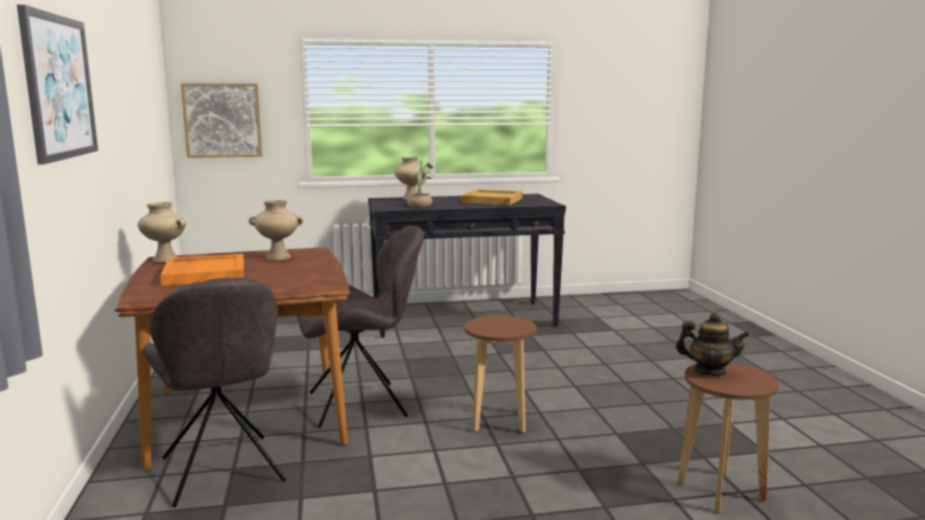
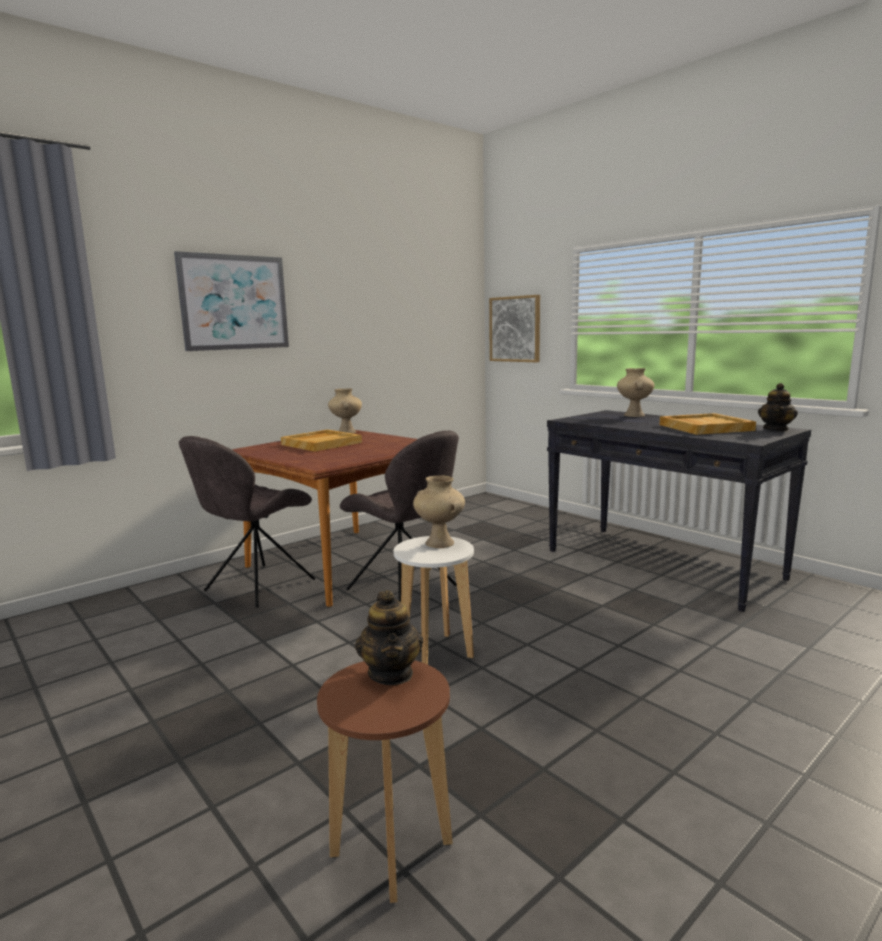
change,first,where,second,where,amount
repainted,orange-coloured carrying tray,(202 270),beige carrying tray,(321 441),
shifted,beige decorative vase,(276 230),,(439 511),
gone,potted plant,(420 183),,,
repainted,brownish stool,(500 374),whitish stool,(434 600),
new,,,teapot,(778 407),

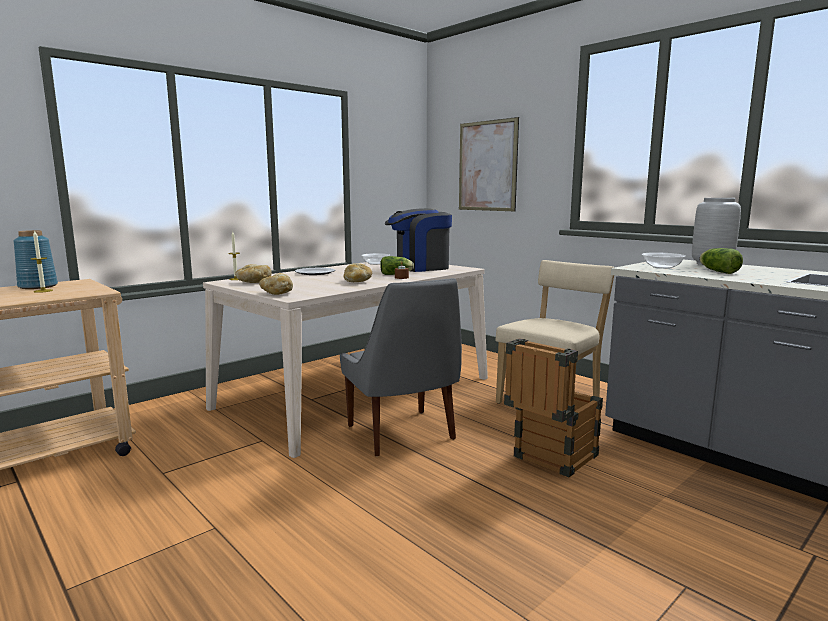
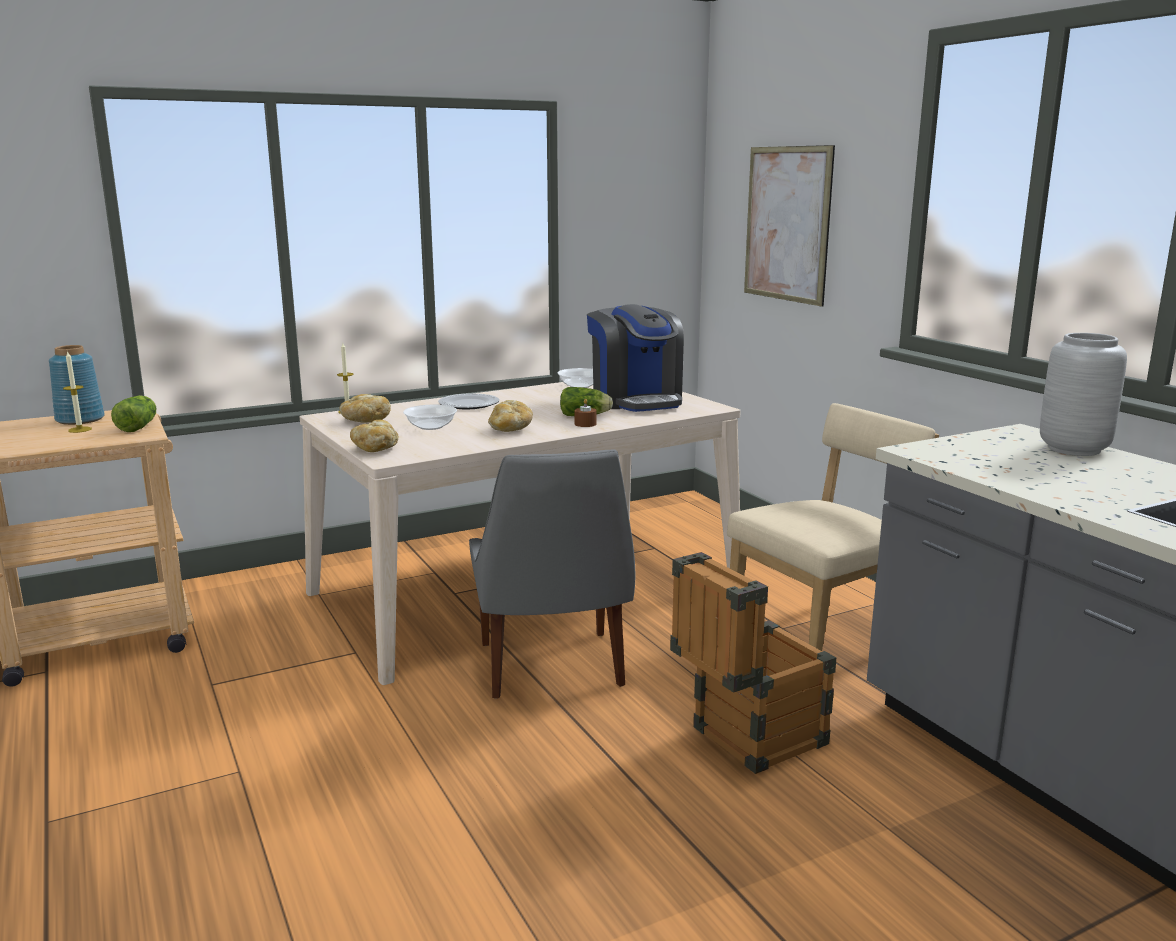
change,first,where,second,where,amount
rotated,coffee brewer,(418 240),,(635 358),105 degrees counterclockwise
shifted,serving bowl,(664 260),,(430 417),
shifted,head of lettuce,(721 261),,(133 413),

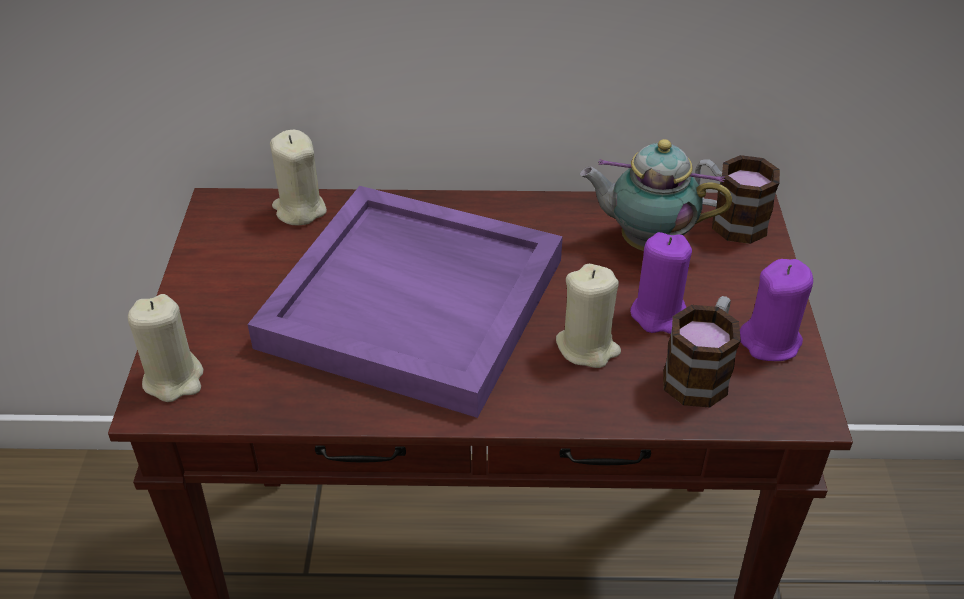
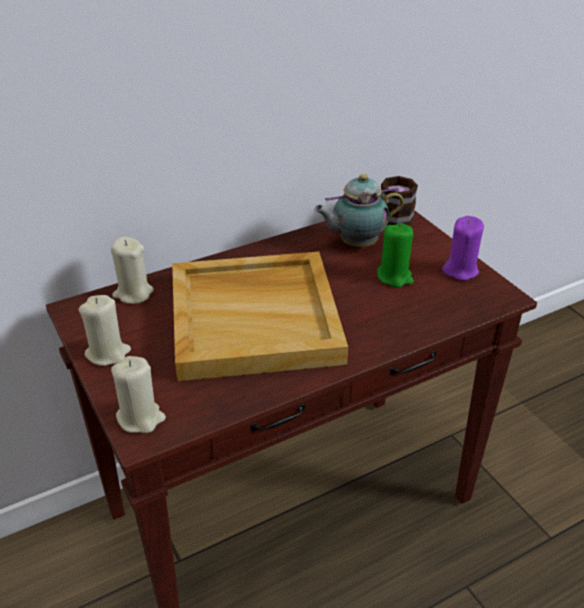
change,first,where,second,where,amount
repainted,purple-coloured carrying tray,(405 302),beige carrying tray,(260 316),
shifted,beige wax candle,(588 316),,(105 330),
repainted,purple-coloured wax candle,(661 283),green wax candle,(395 255),
gone,mug,(702 351),,,

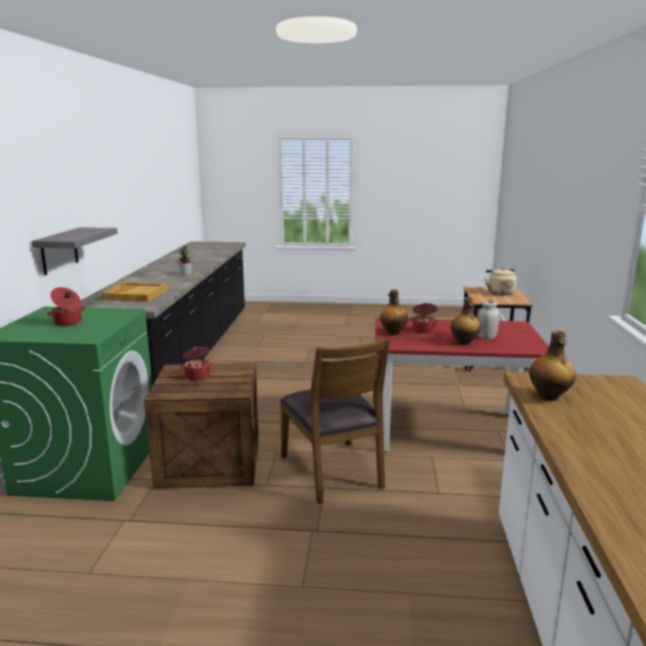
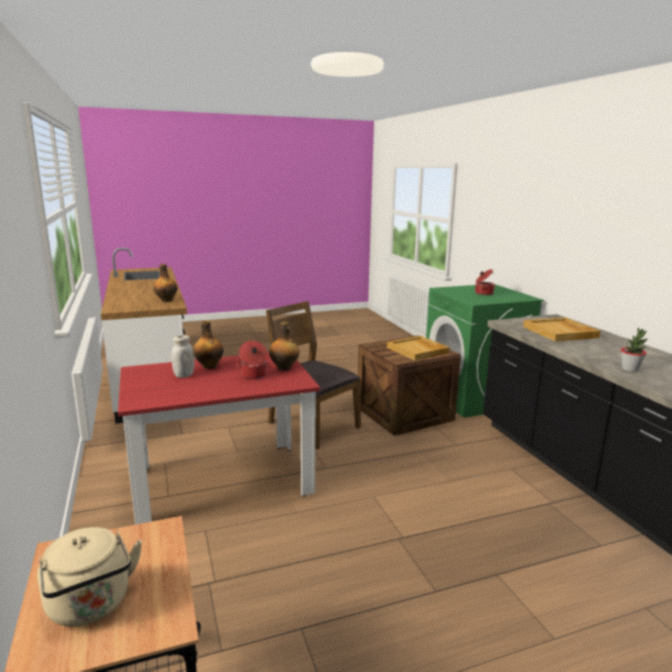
change,first,where,second,where,amount
gone,greyish shelf,(75 251),,,
swapped,cooking pot,(197 363),beige carrying tray,(418 348),

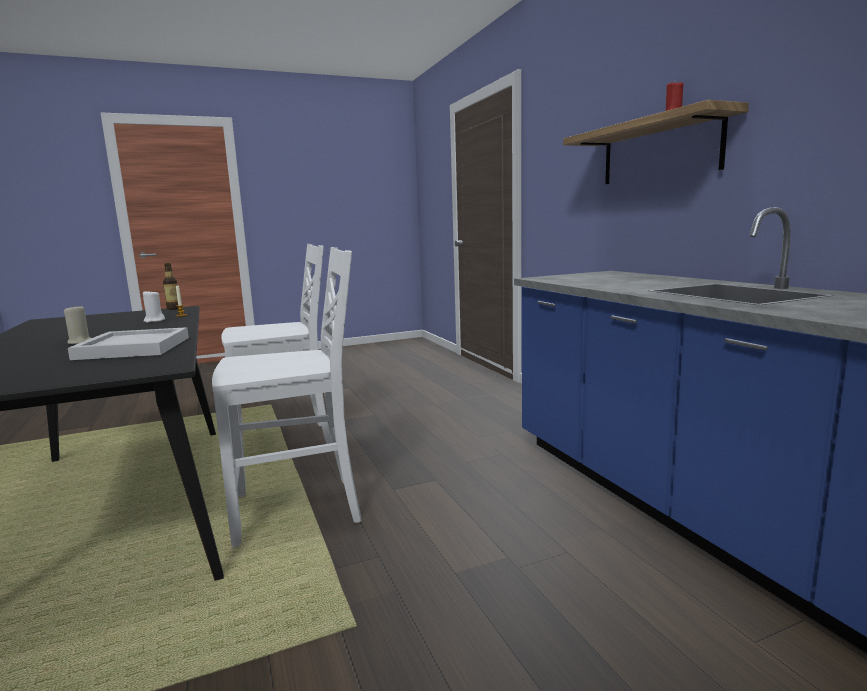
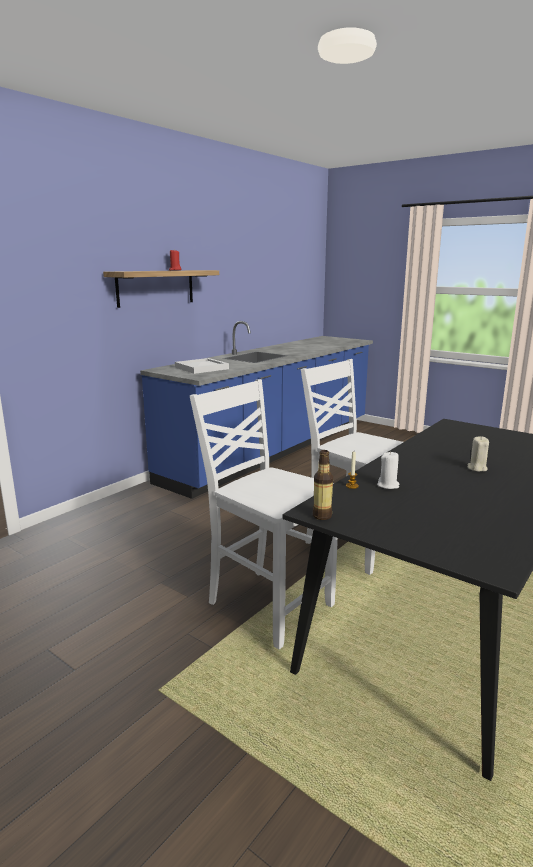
change,first,where,second,where,amount
shifted,whitish carrying tray,(128 343),,(202 366),

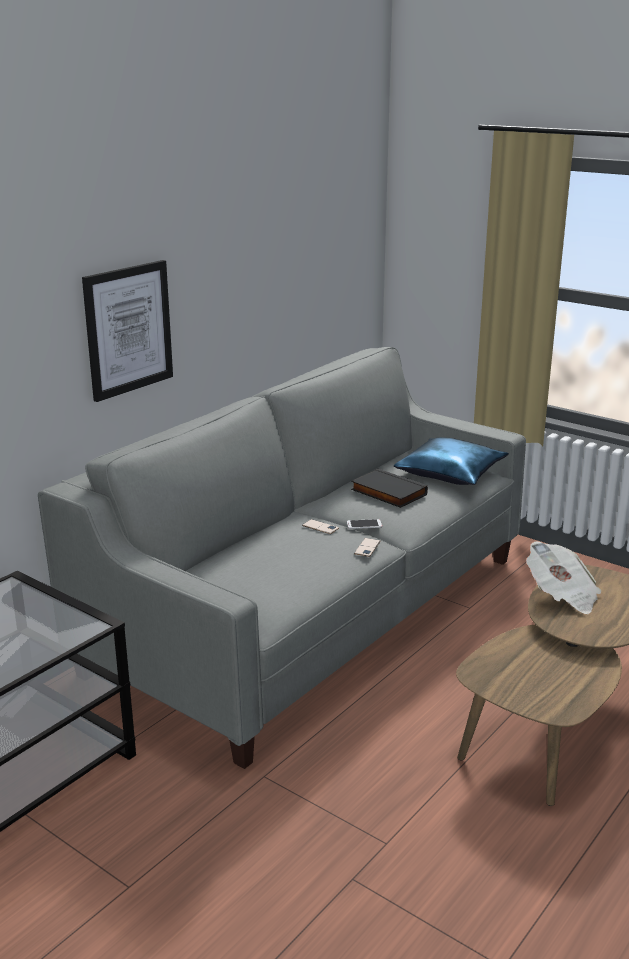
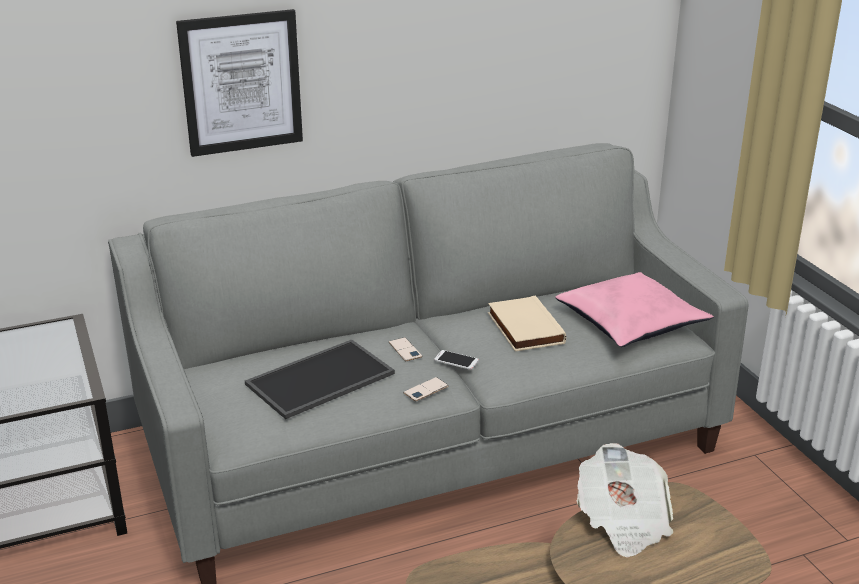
change,first,where,second,where,amount
repainted,black bound book,(389 488),beige bound book,(527 324),
repainted,blue-coloured throw pillow,(451 461),pink-coloured throw pillow,(634 309),
new,,,carrying tray,(320 379),

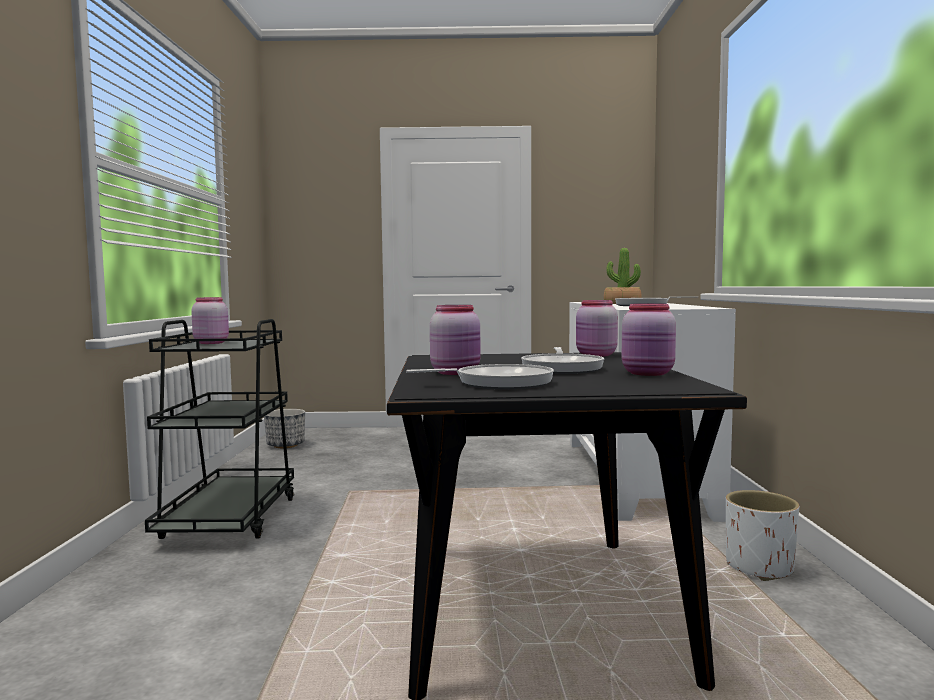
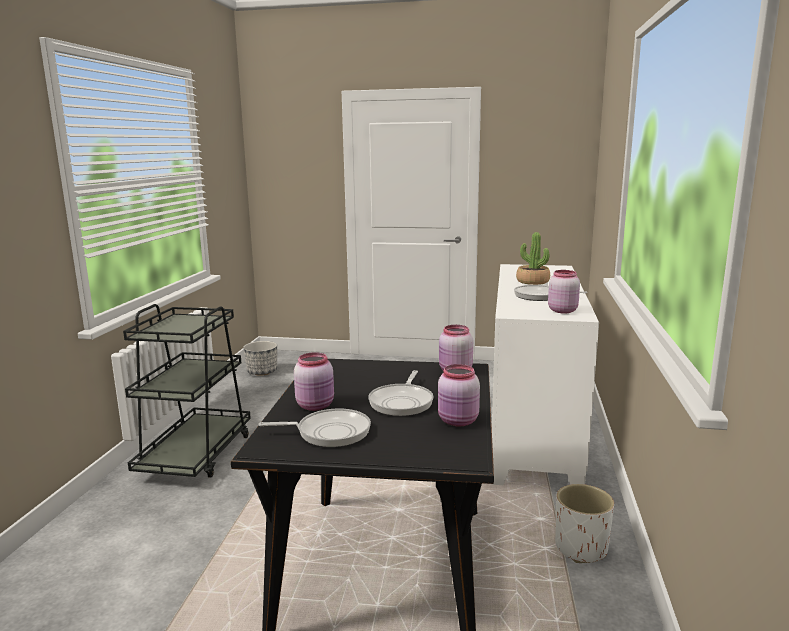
change,first,where,second,where,amount
shifted,pink-coloured preserve jar,(210 320),,(564 292),

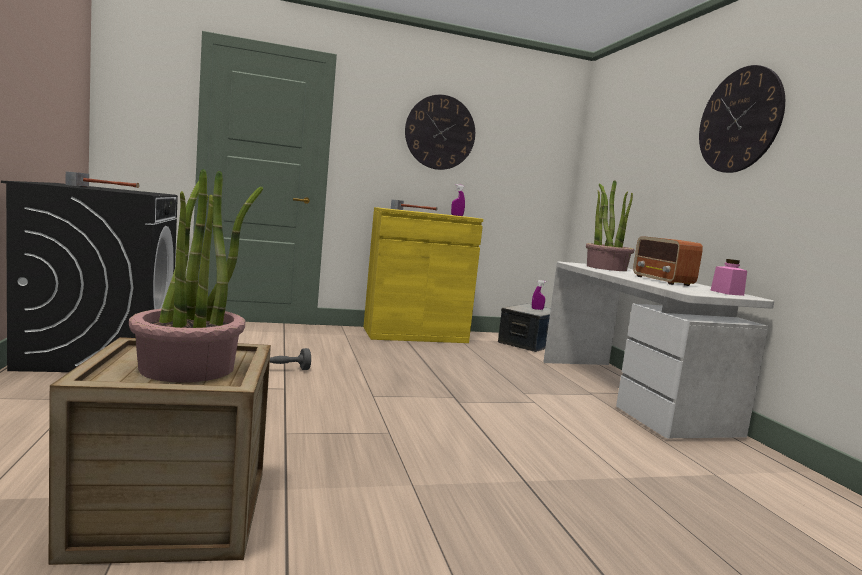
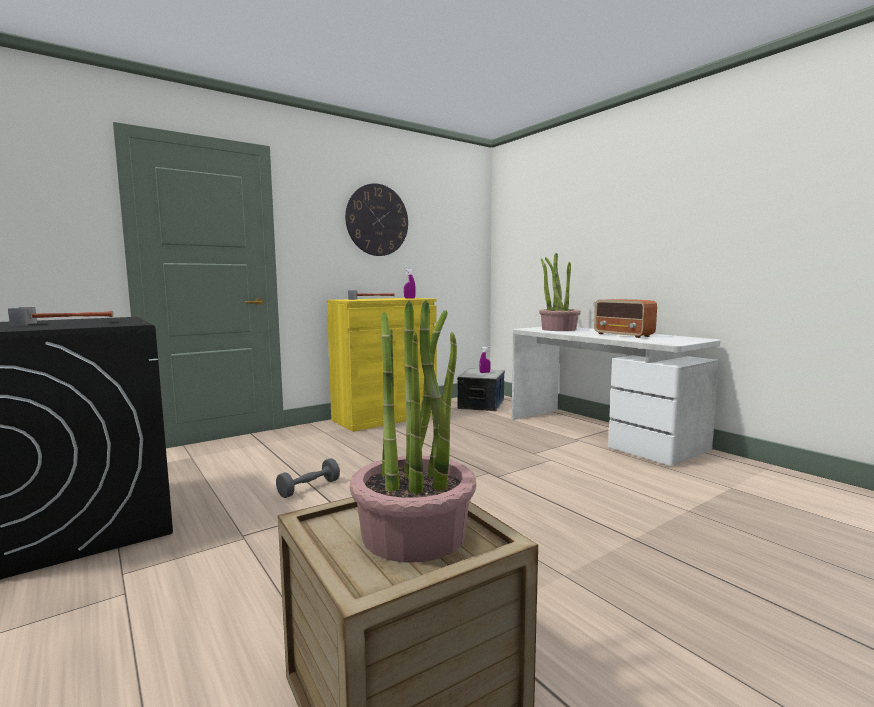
change,first,where,second,where,amount
gone,wall clock,(742 119),,,
gone,pink-coloured preserve jar,(728 277),,,

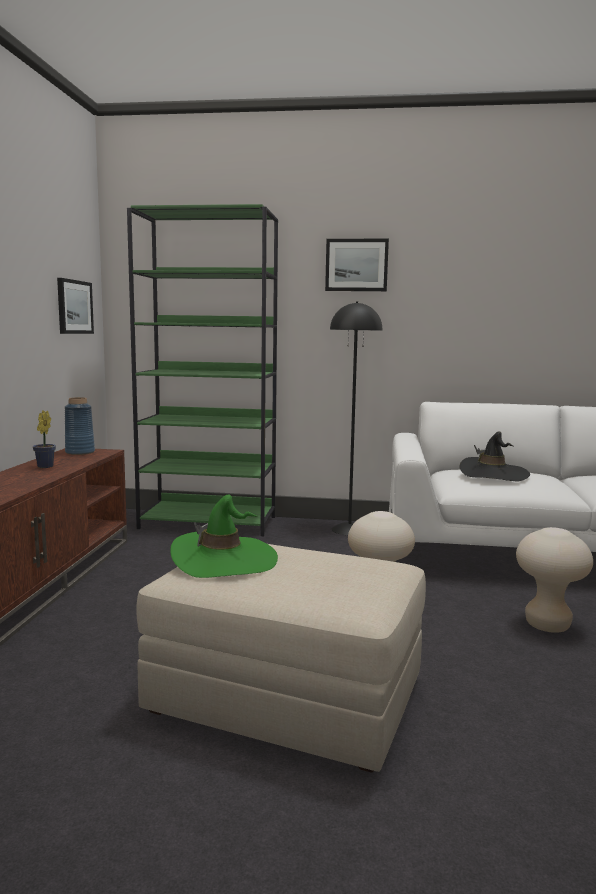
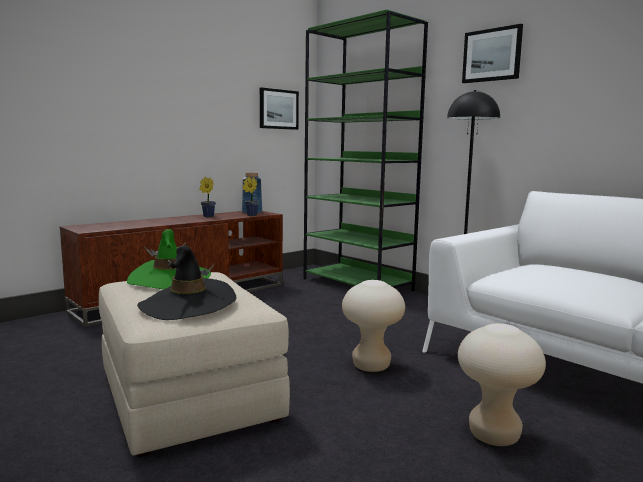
change,first,where,second,where,amount
shifted,black wearable hat,(494 456),,(186 282),
new,,,potted plant,(251 196),

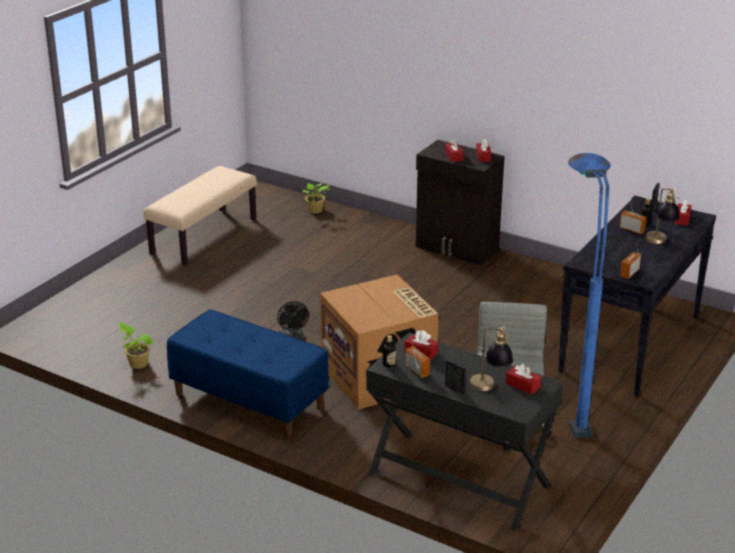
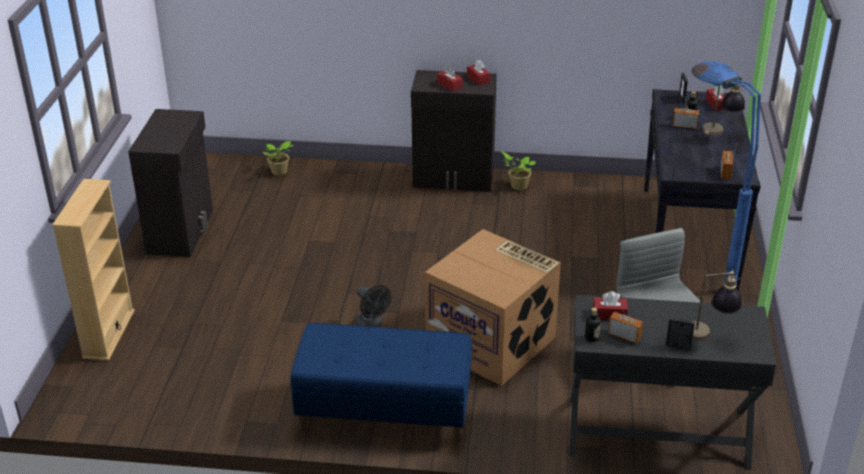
change,first,where,second,where,amount
shifted,potted plant,(136 345),,(518 170),
swapped,beige bench,(200 215),black storage cabinet,(170 183),
gone,reddish tissue holder,(523 379),,,
new,,,beige bookcase,(93 270),

